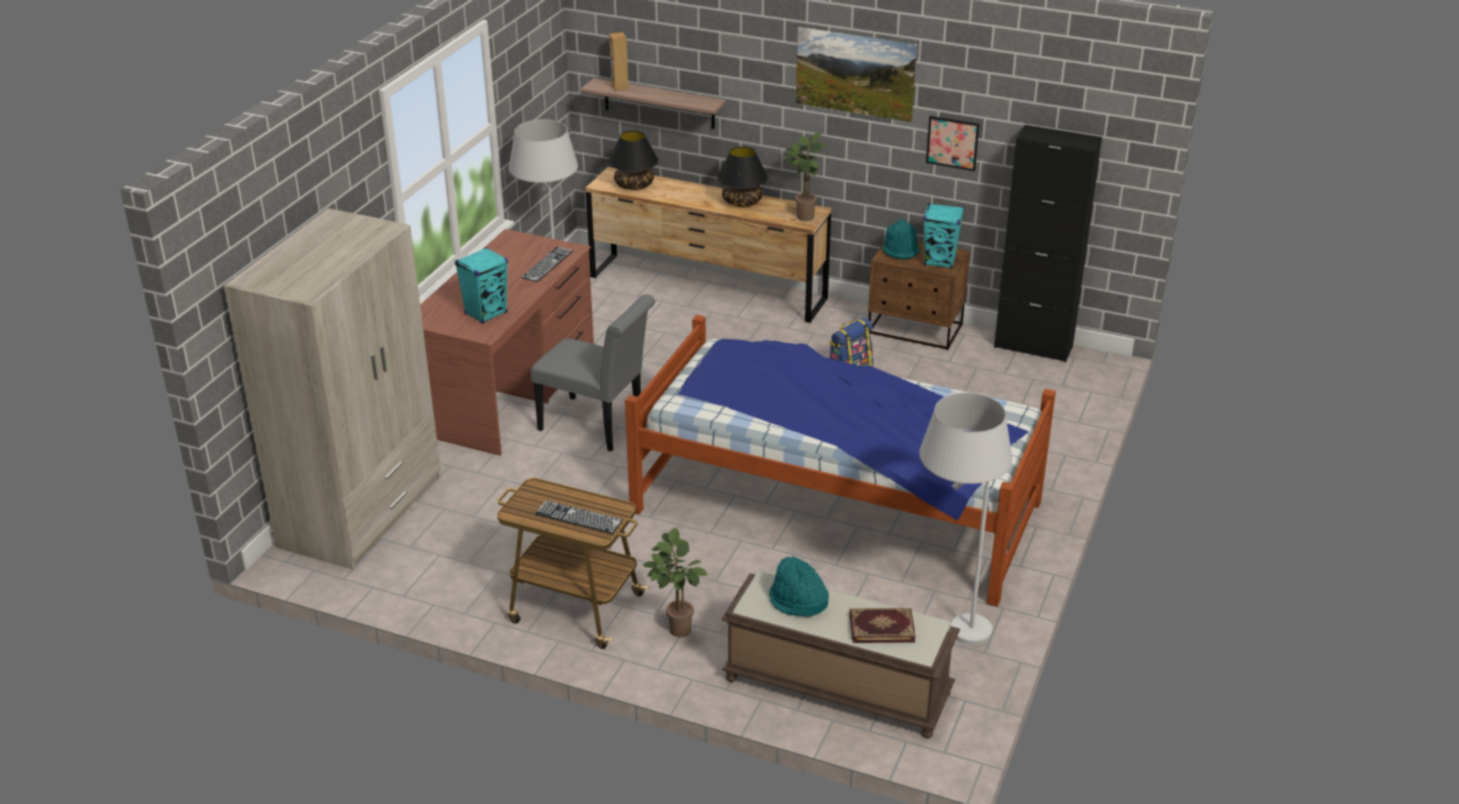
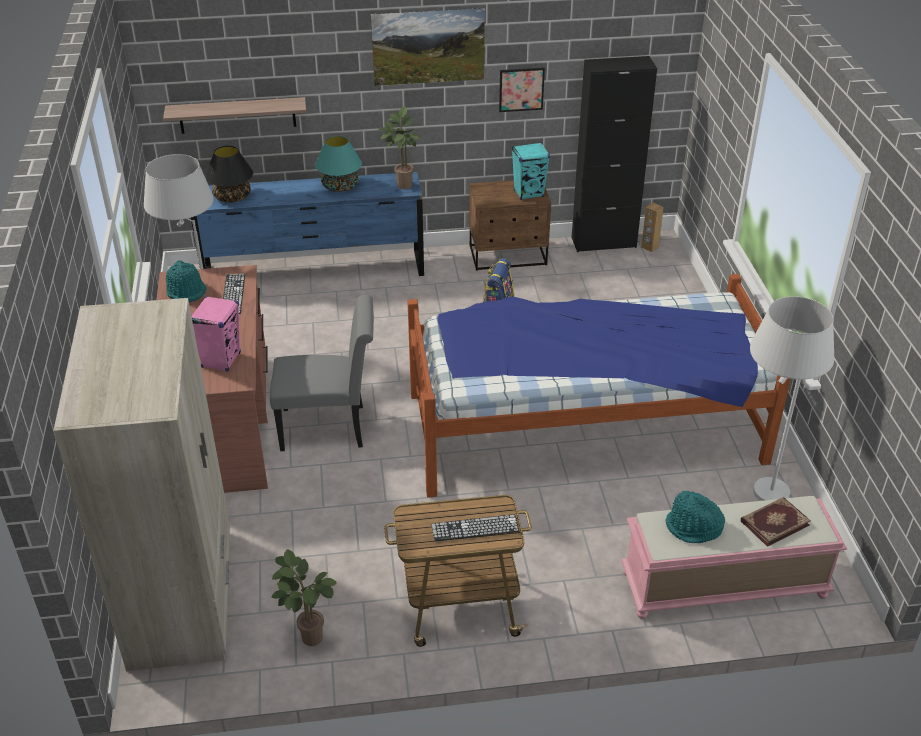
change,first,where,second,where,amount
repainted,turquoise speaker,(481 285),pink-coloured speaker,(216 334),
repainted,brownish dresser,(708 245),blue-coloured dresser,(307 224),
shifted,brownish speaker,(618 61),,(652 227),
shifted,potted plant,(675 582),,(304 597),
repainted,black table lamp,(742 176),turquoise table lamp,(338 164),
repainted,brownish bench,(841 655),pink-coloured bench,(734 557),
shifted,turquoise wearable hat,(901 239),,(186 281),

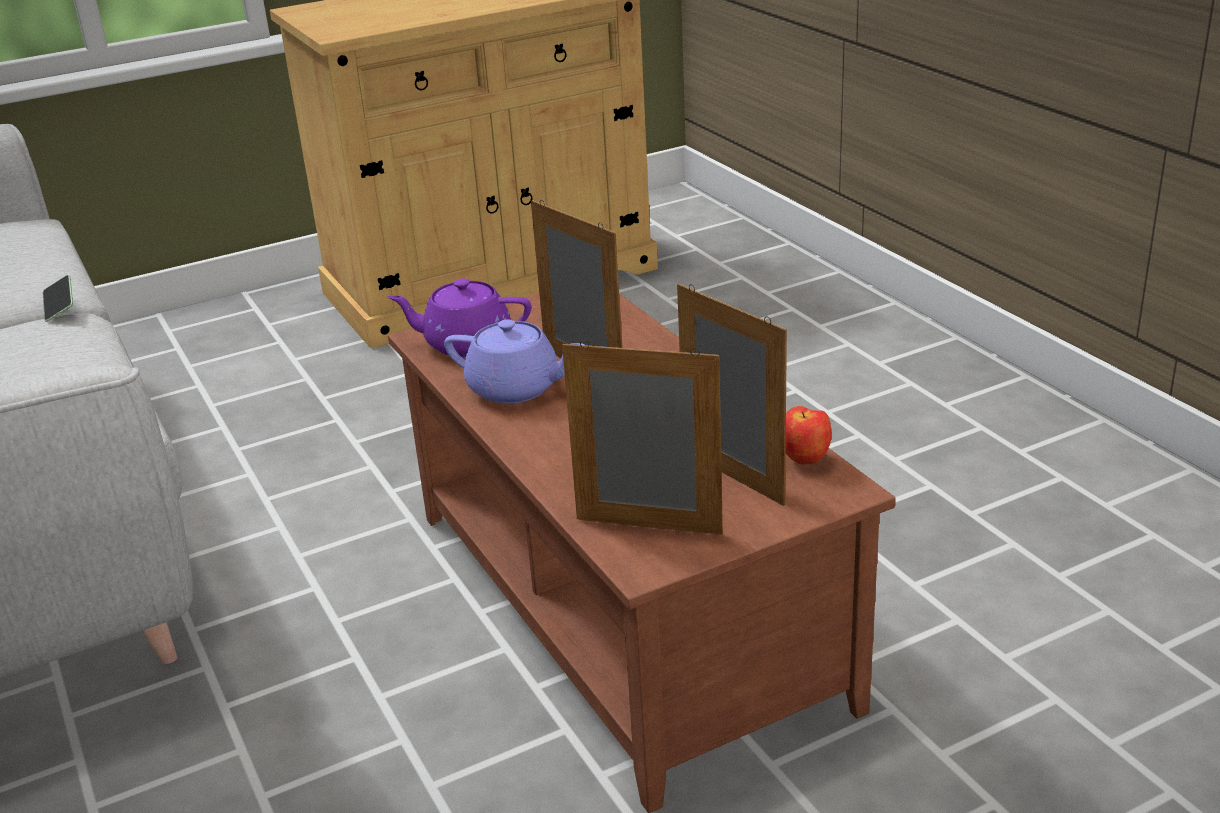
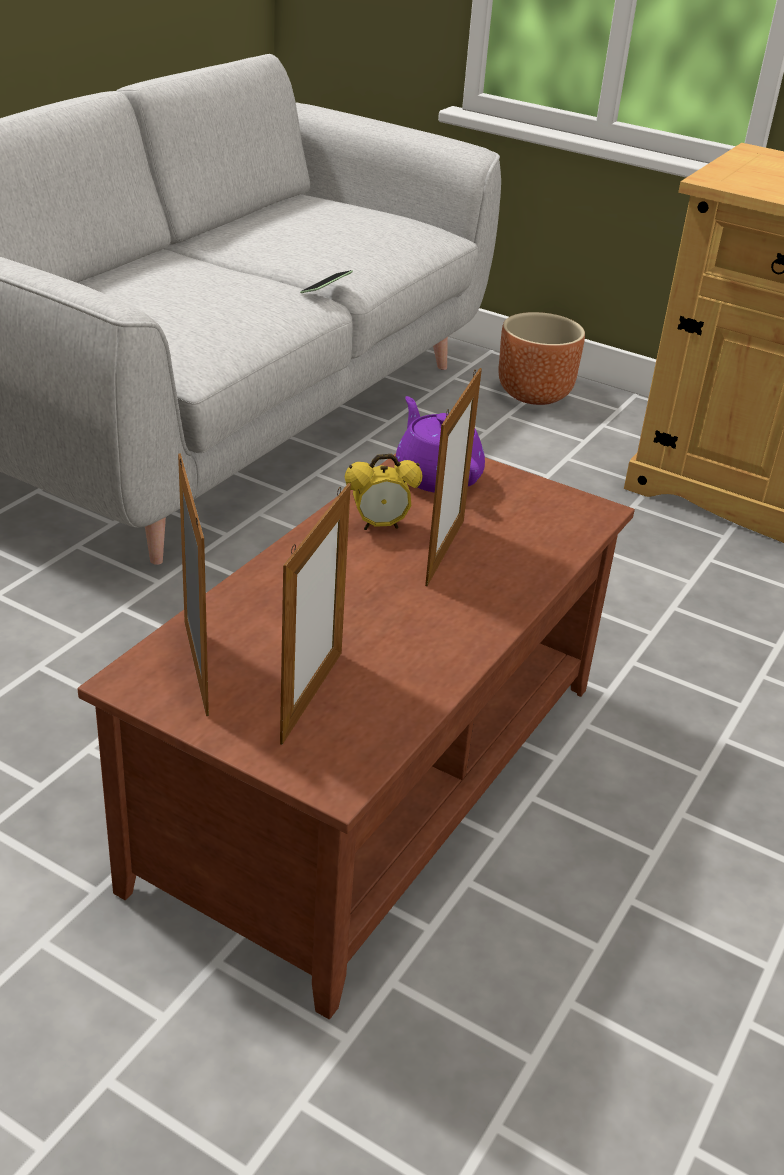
change,first,where,second,where,amount
swapped,purple-coloured teapot,(514 361),alarm clock,(383 492),
gone,whole apple,(809 435),,,
new,,,brownish plant pot,(542 358),

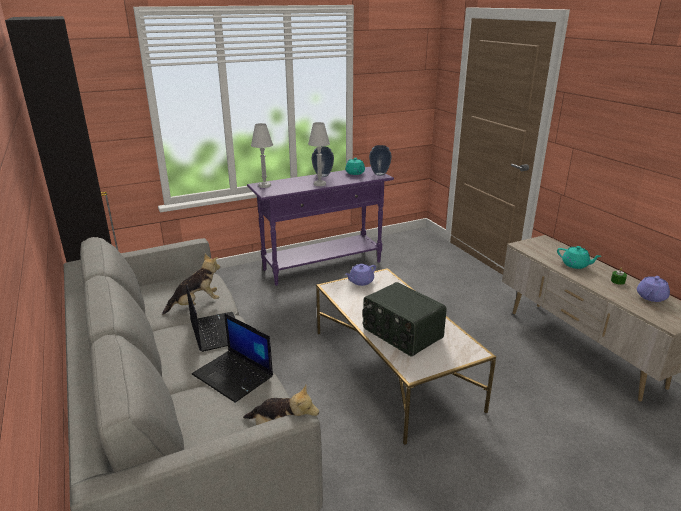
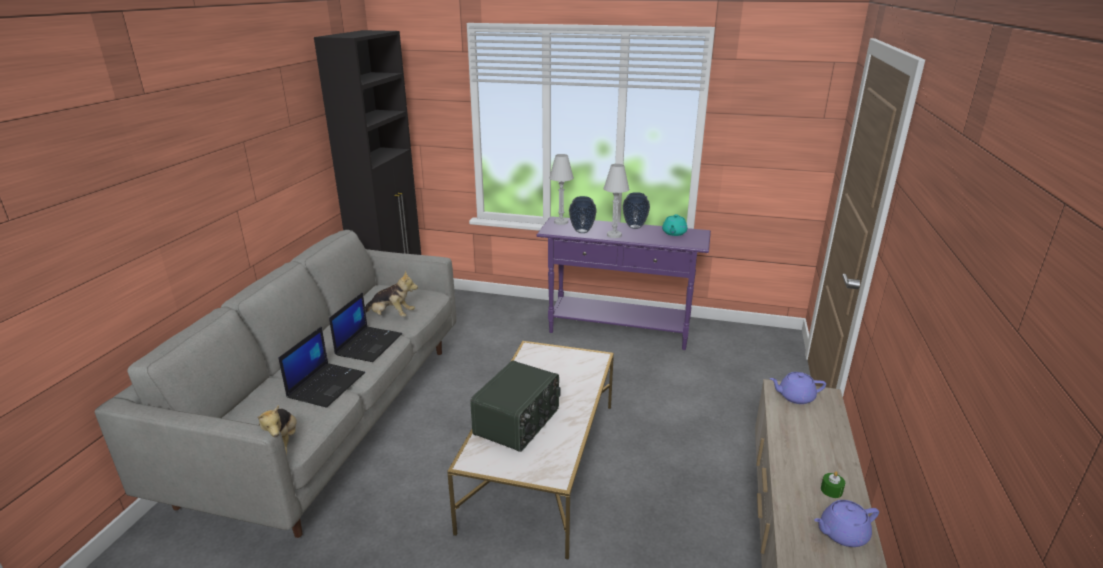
change,first,where,second,where,amount
rotated,laptop,(232 358),,(321 367),150 degrees counterclockwise
shifted,purple-coloured teapot,(360 275),,(797 388),
rotated,radio set,(405 319),,(515 406),150 degrees counterclockwise
shifted,decorative vase,(380 160),,(583 214),
gone,turquoise teapot,(579 257),,,

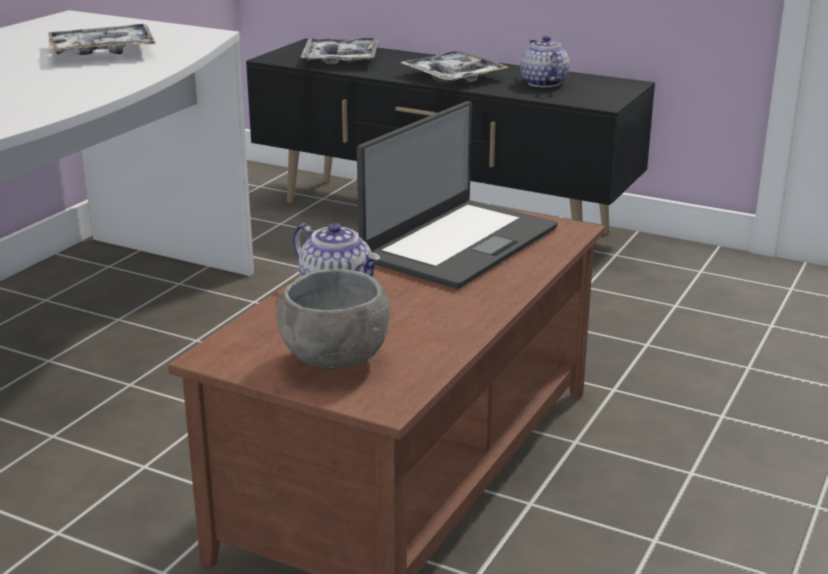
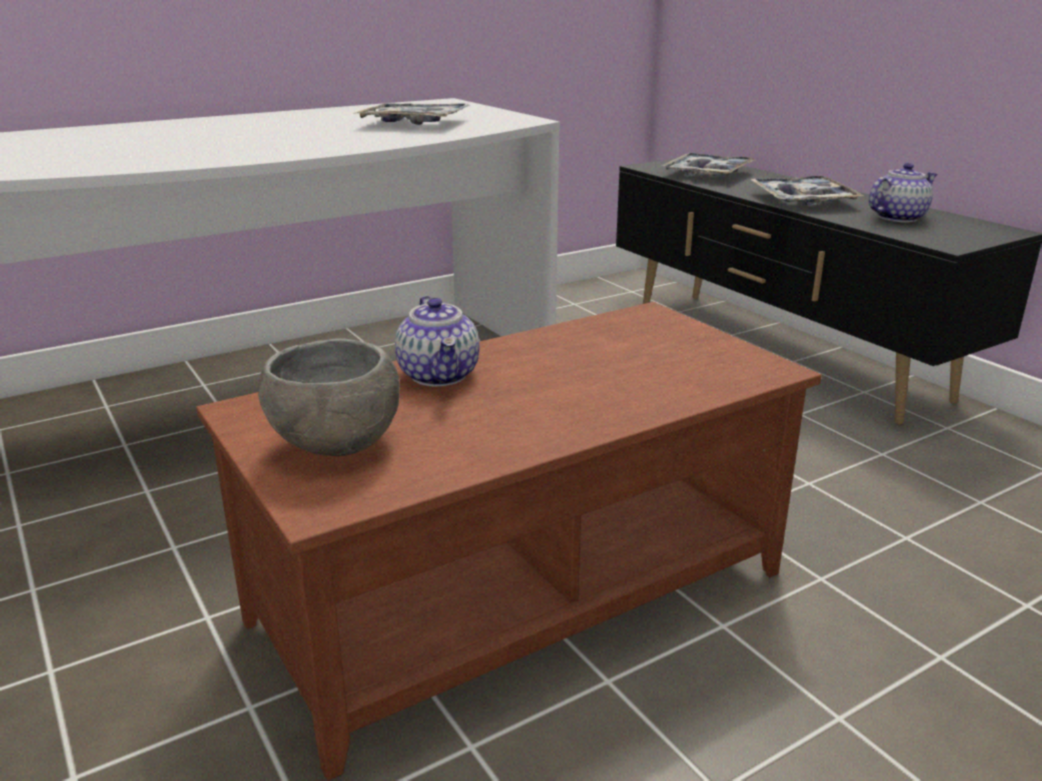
change,first,where,second,where,amount
gone,laptop,(457 195),,,
rotated,teapot,(545 61),,(903 192),45 degrees clockwise

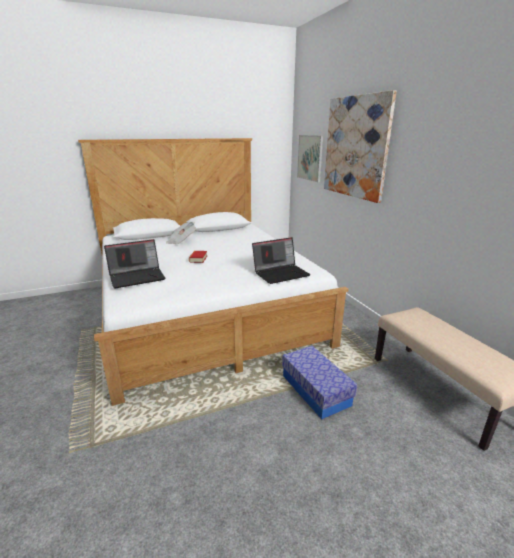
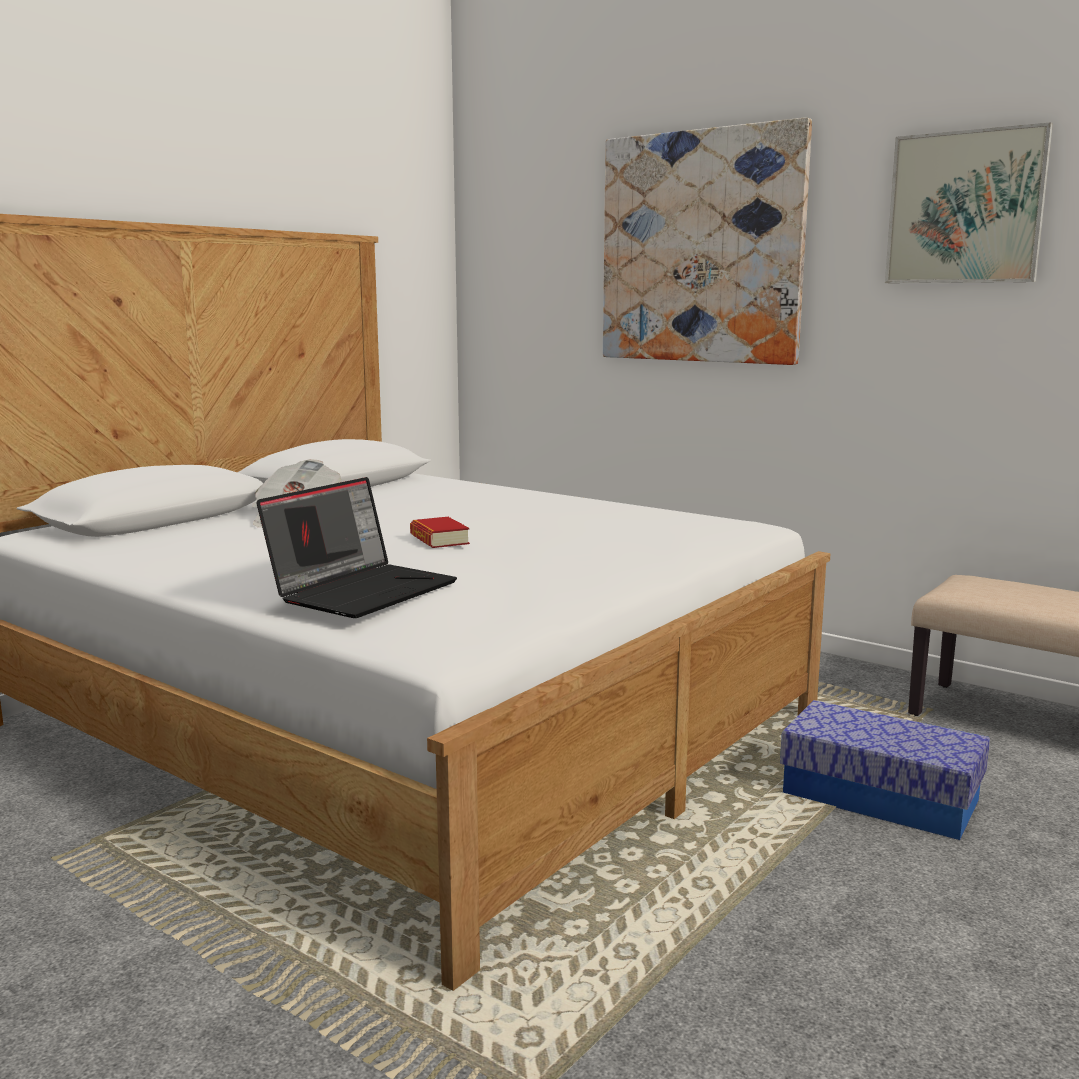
change,first,where,second,where,amount
gone,laptop,(281 260),,,
shifted,picture,(310 158),,(969 202),

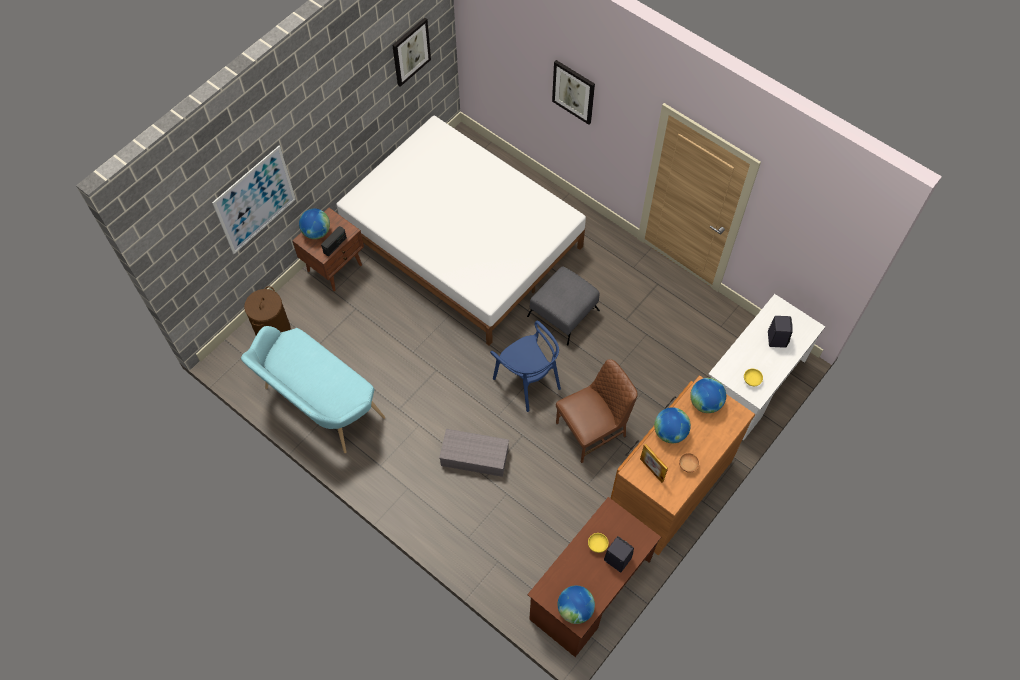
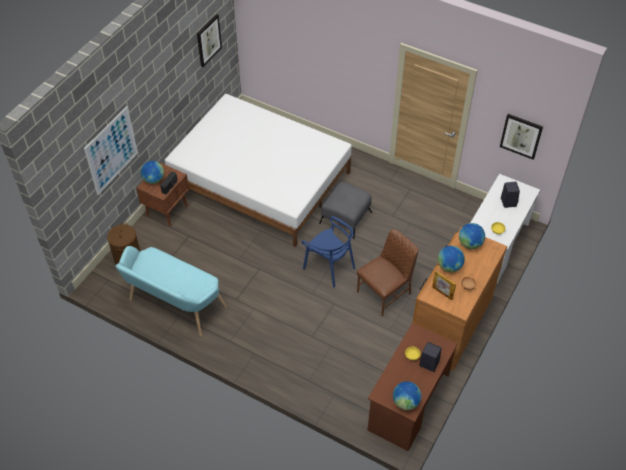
change,first,where,second,where,amount
gone,greyish storage bin,(474 453),,,
shifted,picture,(573 92),,(521 137),

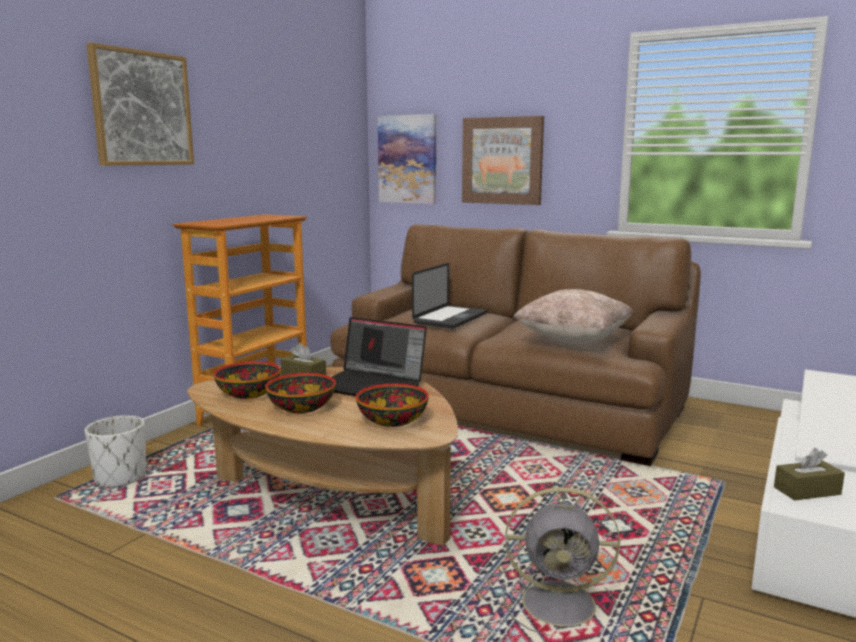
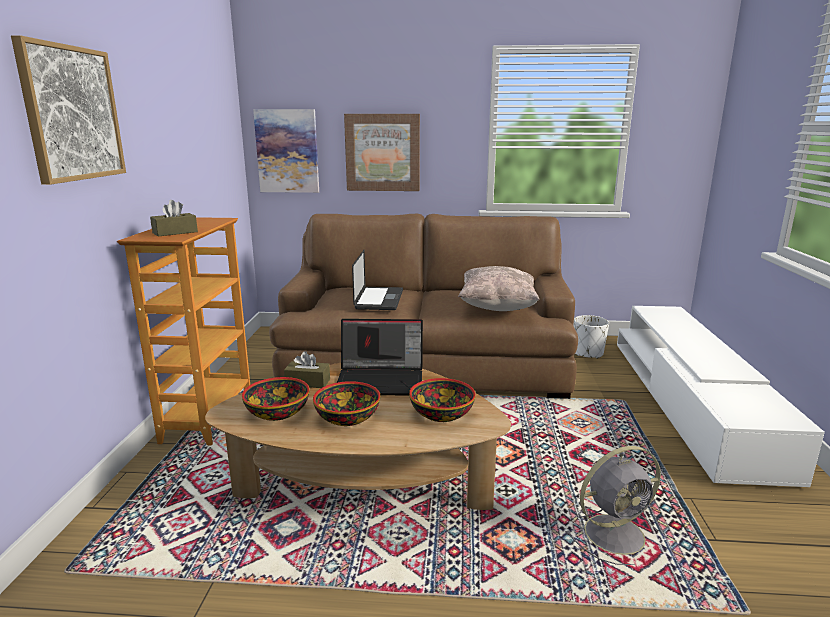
change,first,where,second,where,amount
shifted,whitish plant pot,(115 451),,(591 337),
shifted,brownish tissue holder,(809 474),,(174 218),

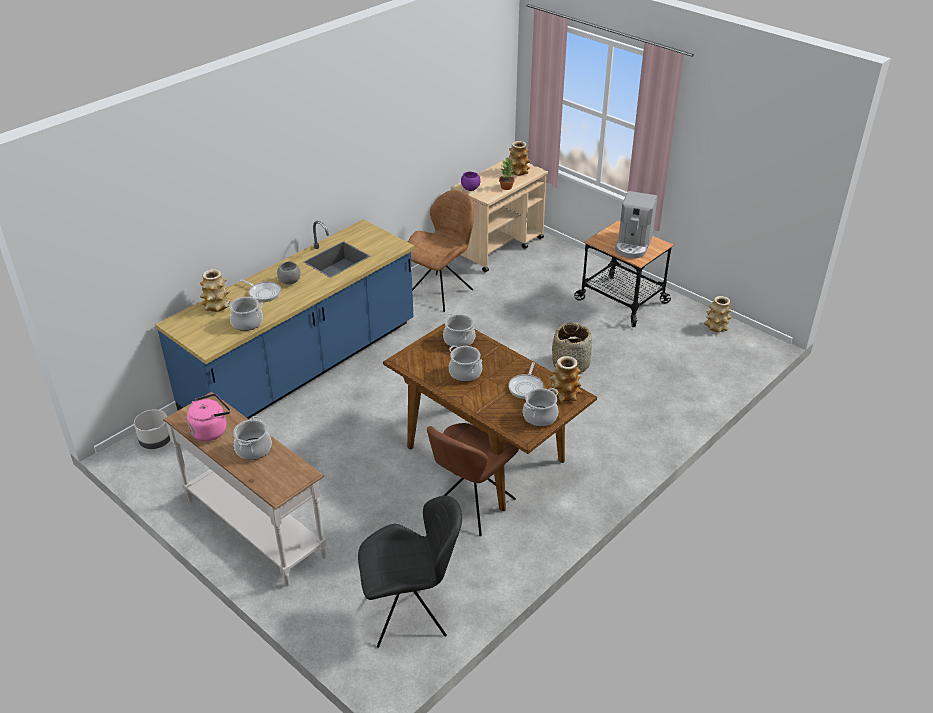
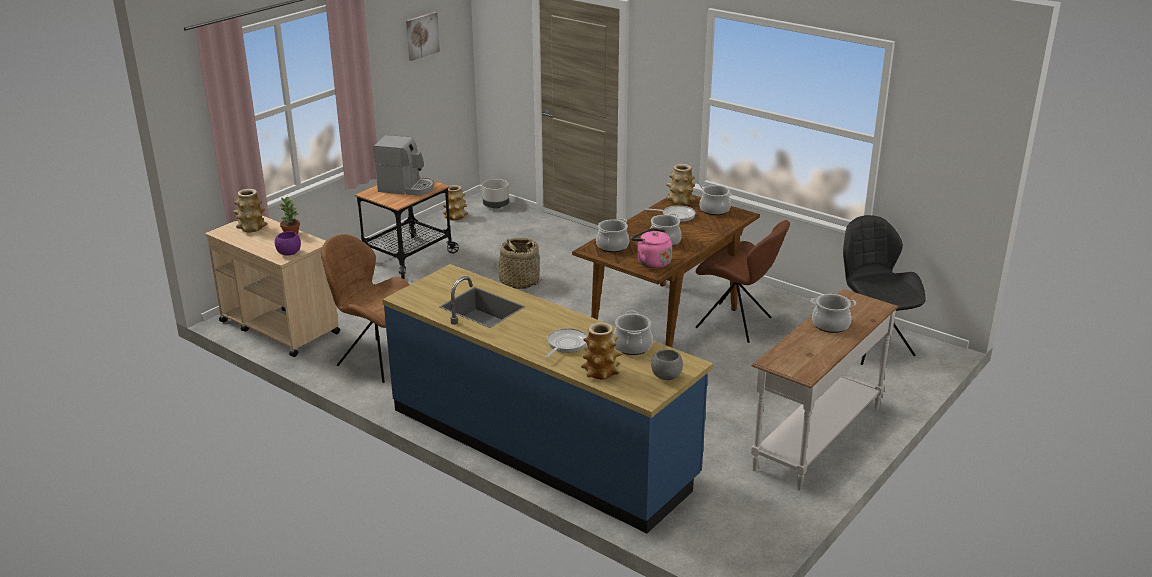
change,first,where,second,where,amount
shifted,greyish plant pot,(152 429),,(495 194),
shifted,pink-coloured kettle,(208 417),,(651 248),
shifted,greyish serving bowl,(288 273),,(667 364),
new,,,picture,(423 36),

